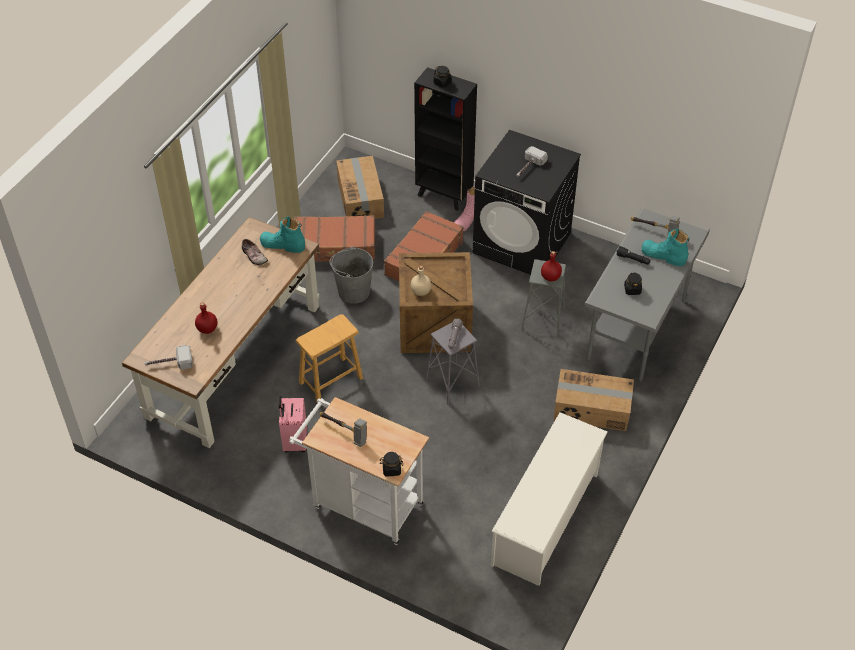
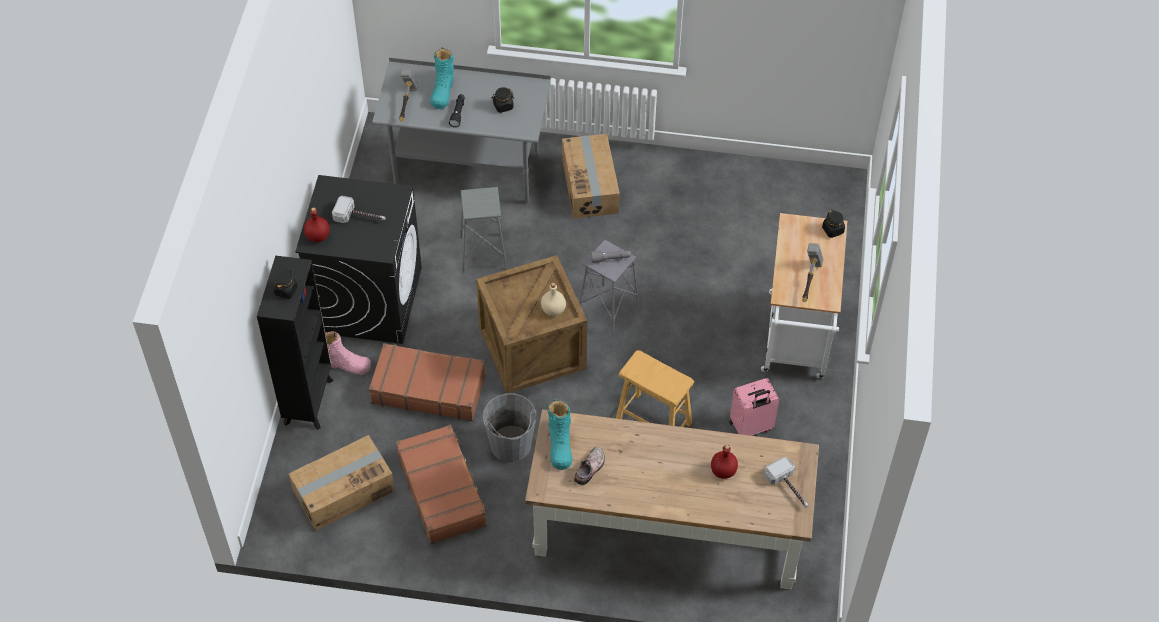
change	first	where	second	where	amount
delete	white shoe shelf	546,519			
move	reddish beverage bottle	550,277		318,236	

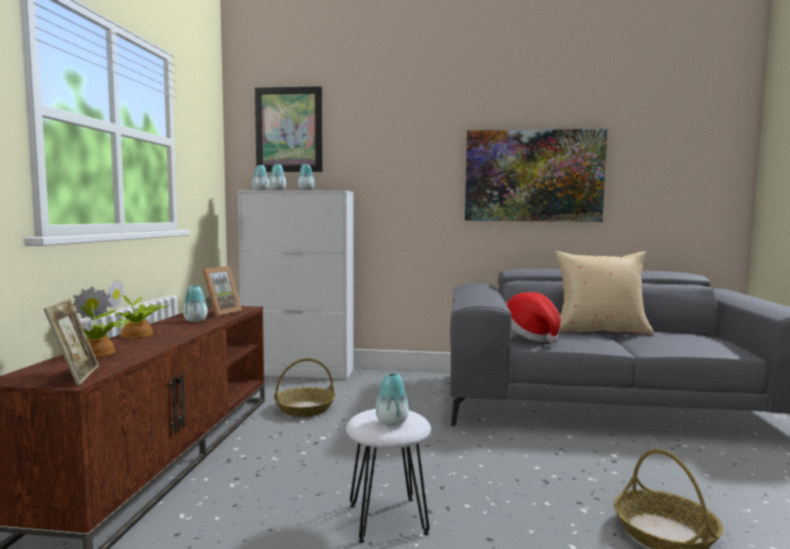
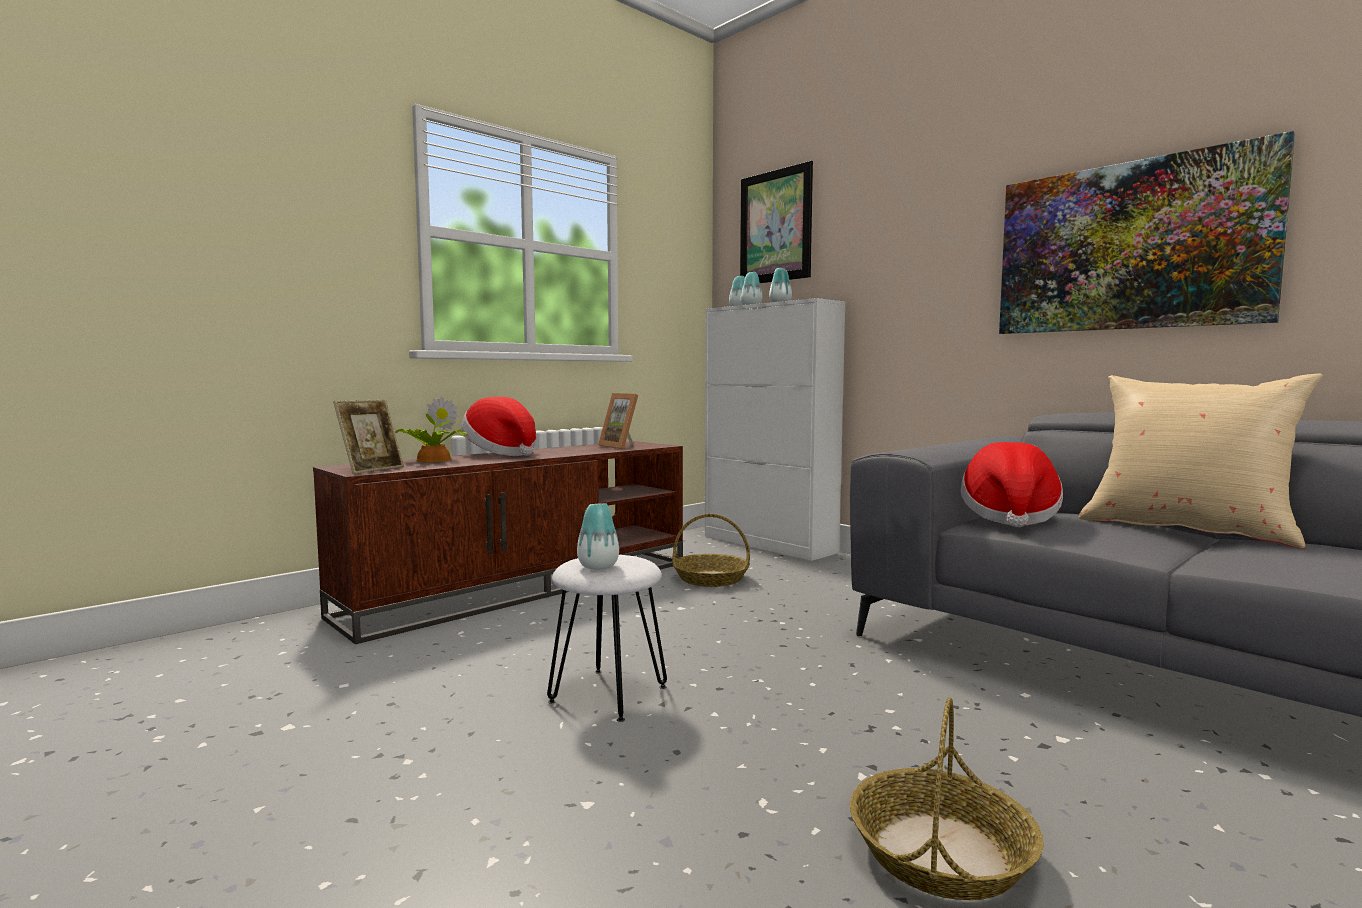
change	first	where	second	where	amount
replace	plant in a pot	138,334	hat	501,453	
delete	decorative vase	195,320			
rotate	standing frame	219,312		622,446	75 degrees clockwise

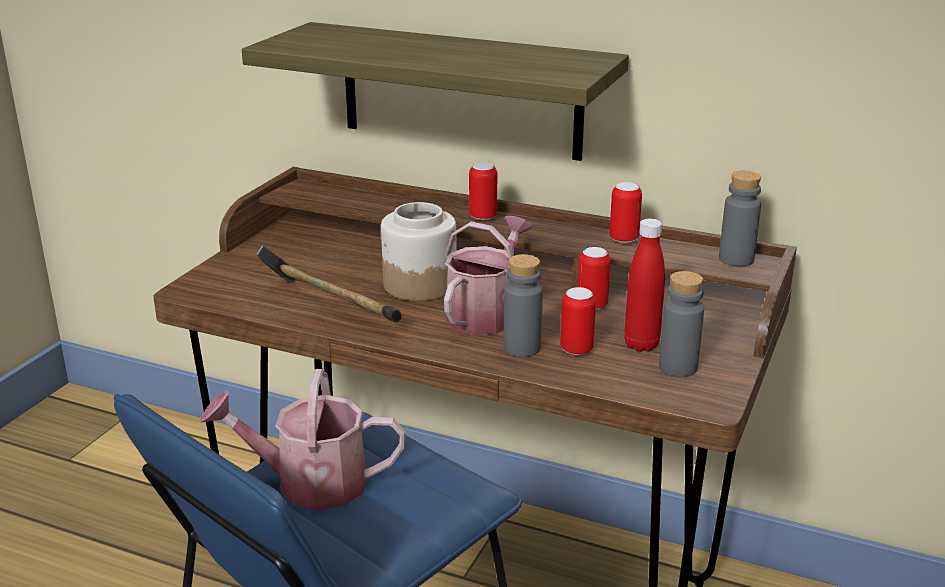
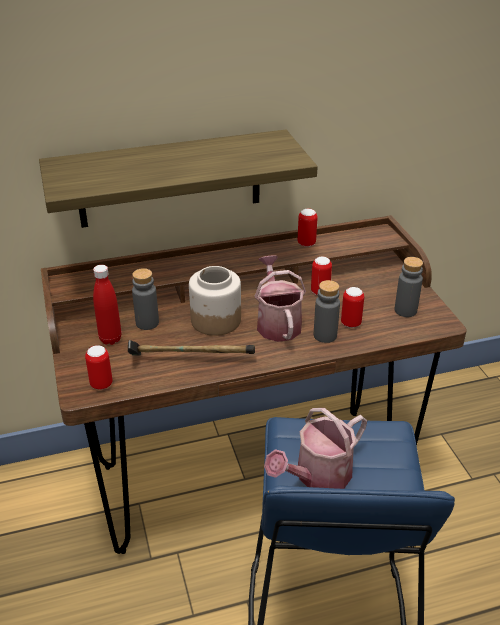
change	first	where	second	where	amount
move	sealed can	483,217		101,384	
move	reddish beverage bottle	641,345		110,339	
move	greyish beverage bottle	736,259		147,323	

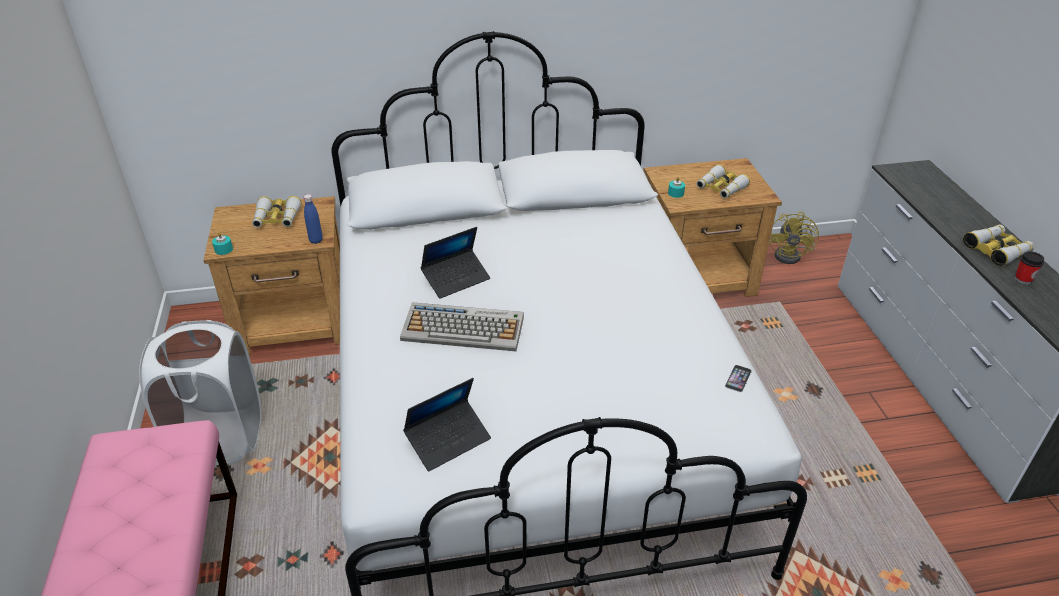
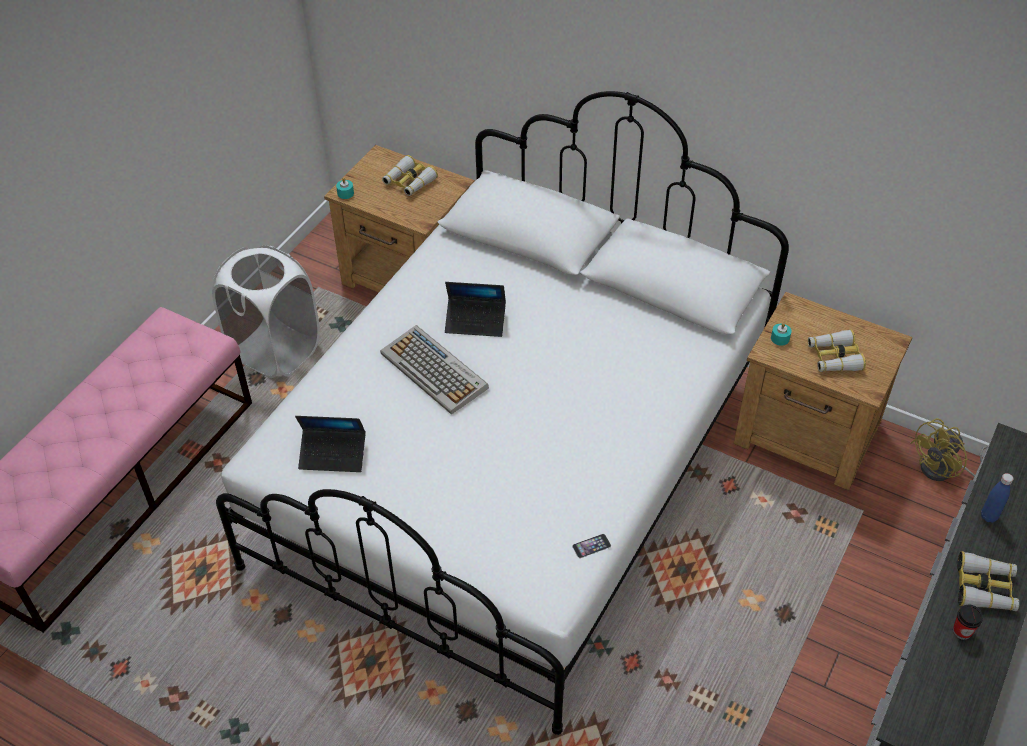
change	first	where	second	where	amount
move	blue-coloured beverage bottle	316,240		988,516	

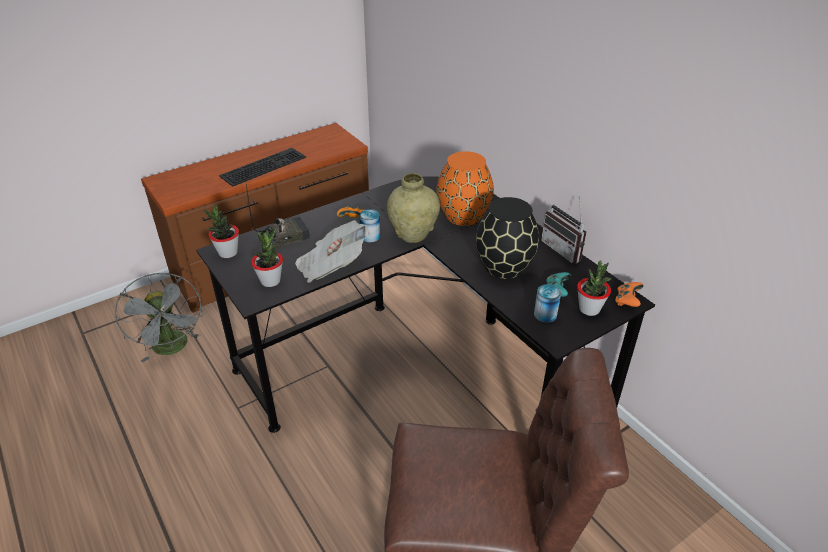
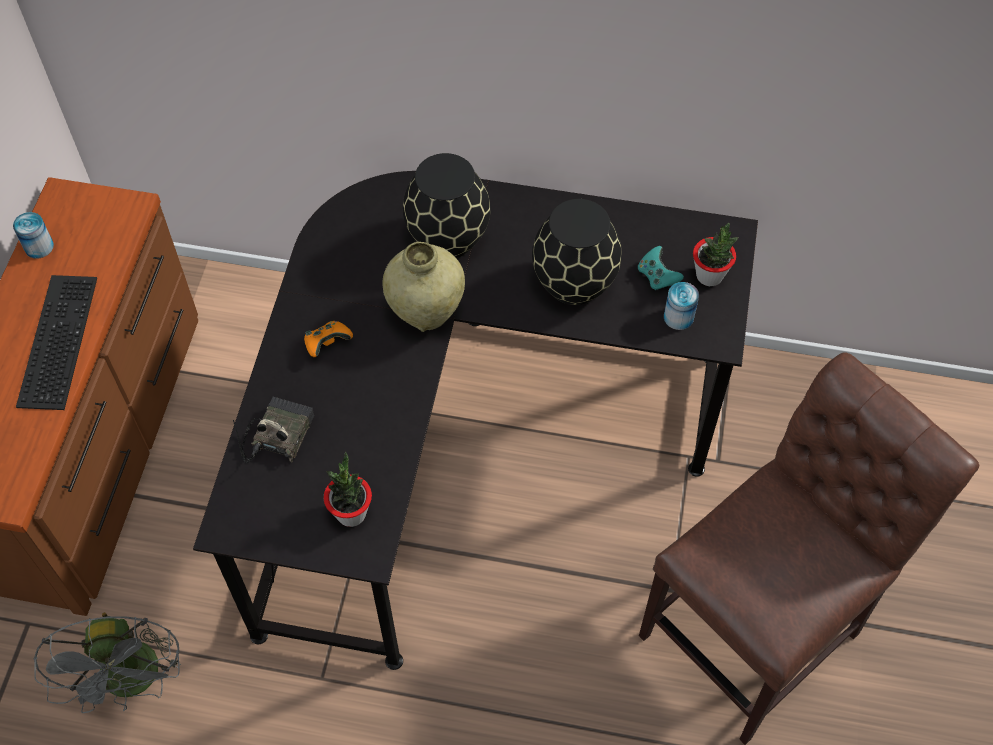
change	first	where	second	where	amount
rotate	greyish cooling fan	173,348		133,682	60 degrees clockwise
delete	plant in a pot	228,253			
delete	printed paper	332,267			
move	sealed can	370,236		39,247	
recolor	orangey decorative vase	464,216	blackish decorative vase	449,238	
delete	radio set	565,249			
delete	orangey game controller	627,301			

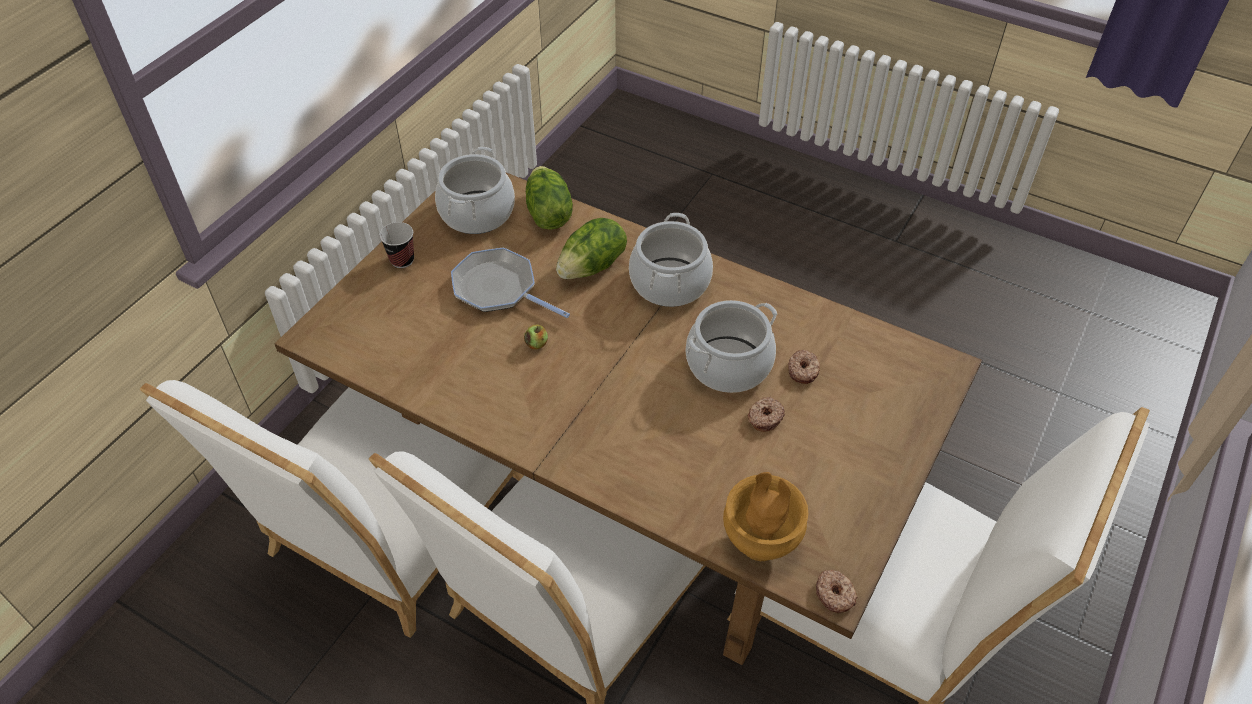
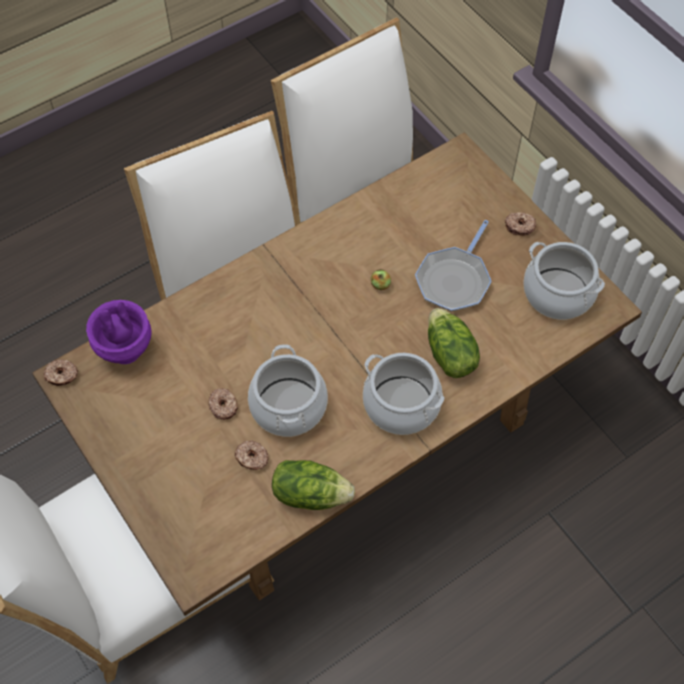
change	first	where	second	where	amount
replace	cup	402,260	ring doughnut	519,226	
rotate	skillet	499,289		454,280	150 degrees clockwise
move	head of lettuce	547,214		310,493	
recolor	brownish decorative vase	761,543	purple-coloured decorative vase	125,351	

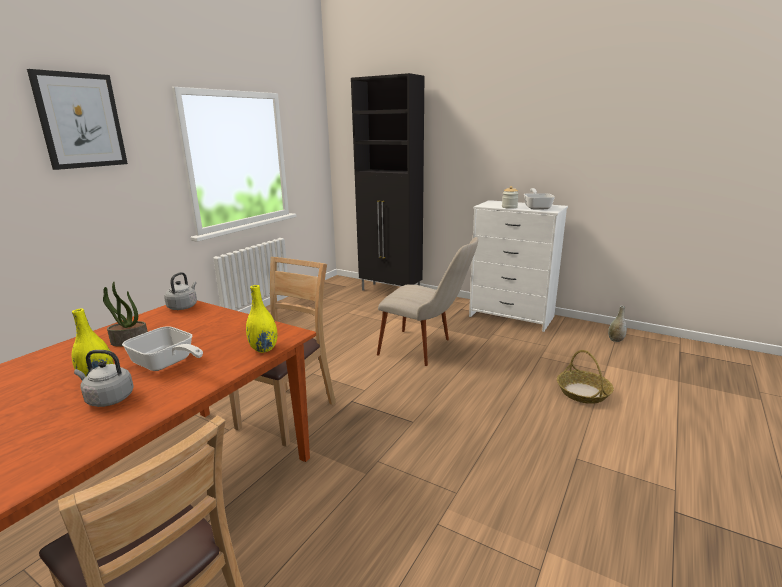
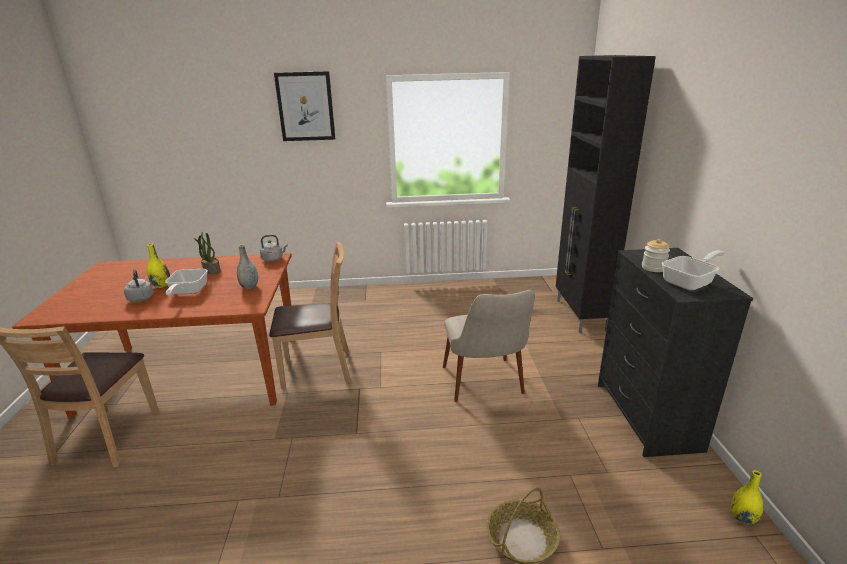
change	first	where	second	where	amount
move	yellowish decorative vase	263,349		742,518	
recolor	white chest of drawers	511,317	blackish chest of drawers	646,416	
move	greyish decorative vase	615,340		249,286	

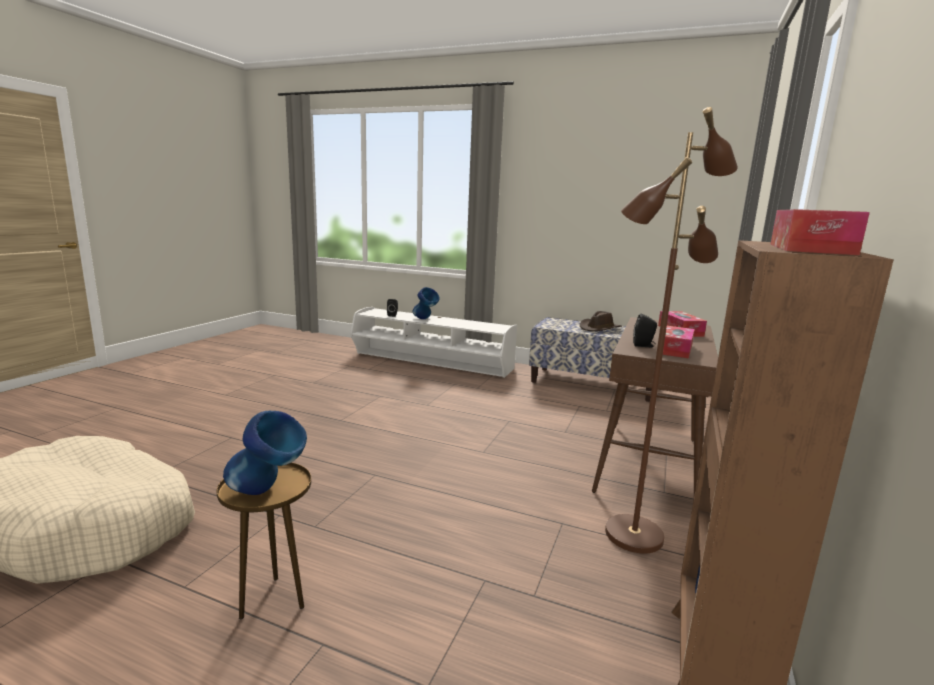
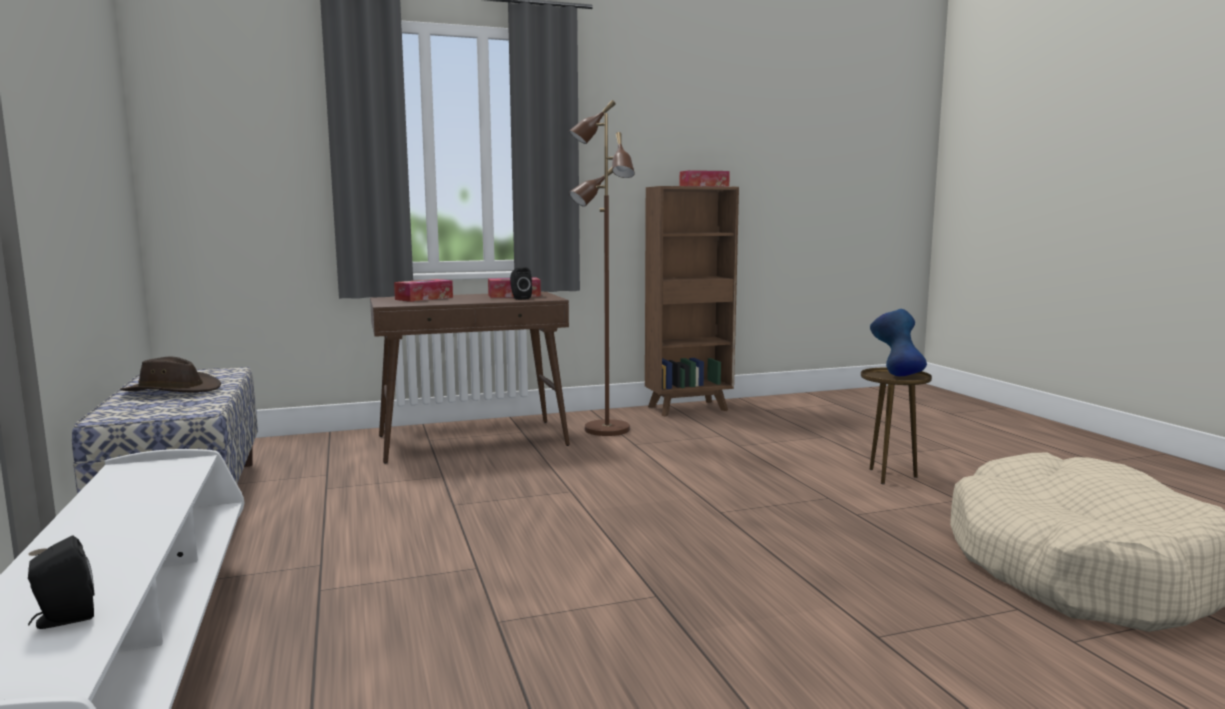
change	first	where	second	where	amount
delete	blue-coloured decorative vase	425,319			

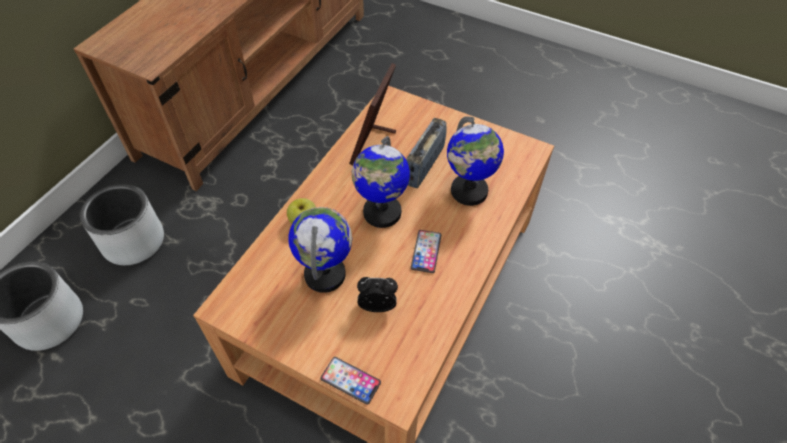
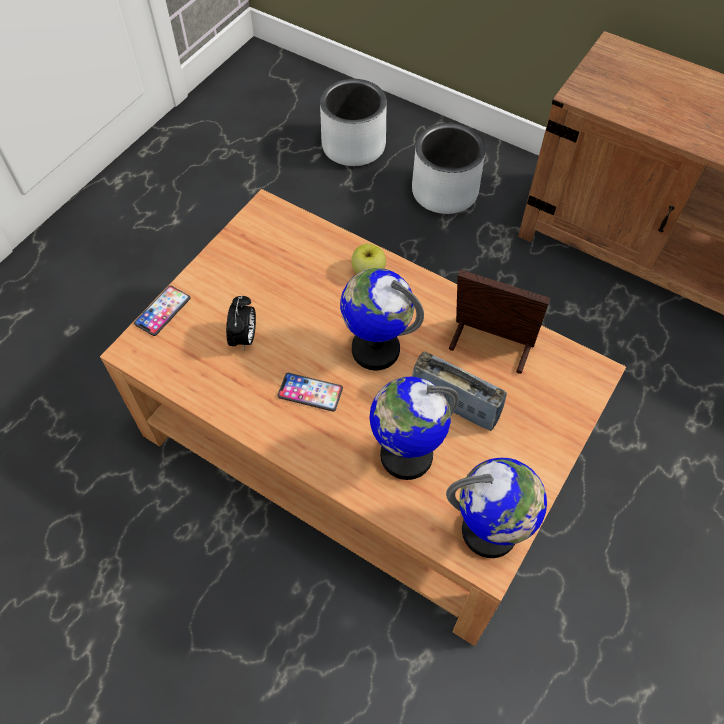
change	first	where	second	where	amount
move	globe	325,274		489,532	

